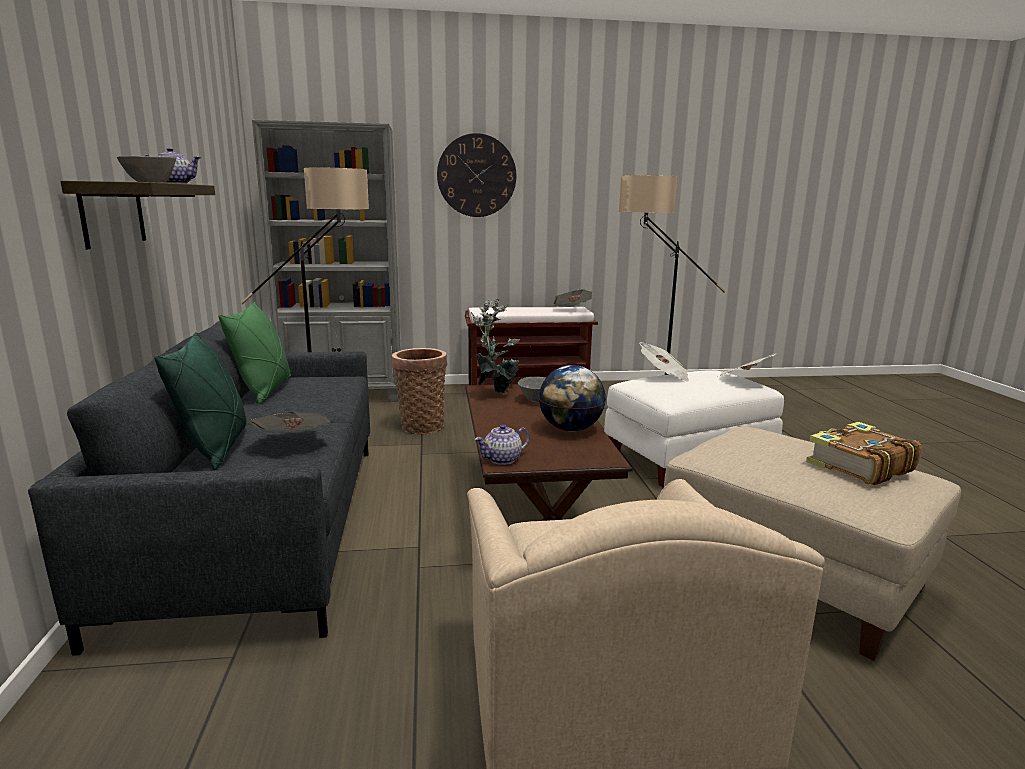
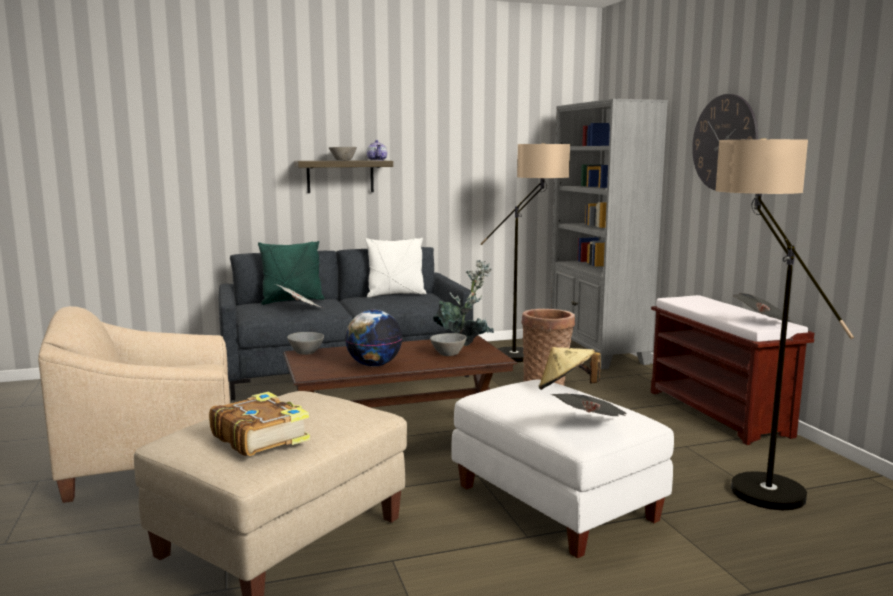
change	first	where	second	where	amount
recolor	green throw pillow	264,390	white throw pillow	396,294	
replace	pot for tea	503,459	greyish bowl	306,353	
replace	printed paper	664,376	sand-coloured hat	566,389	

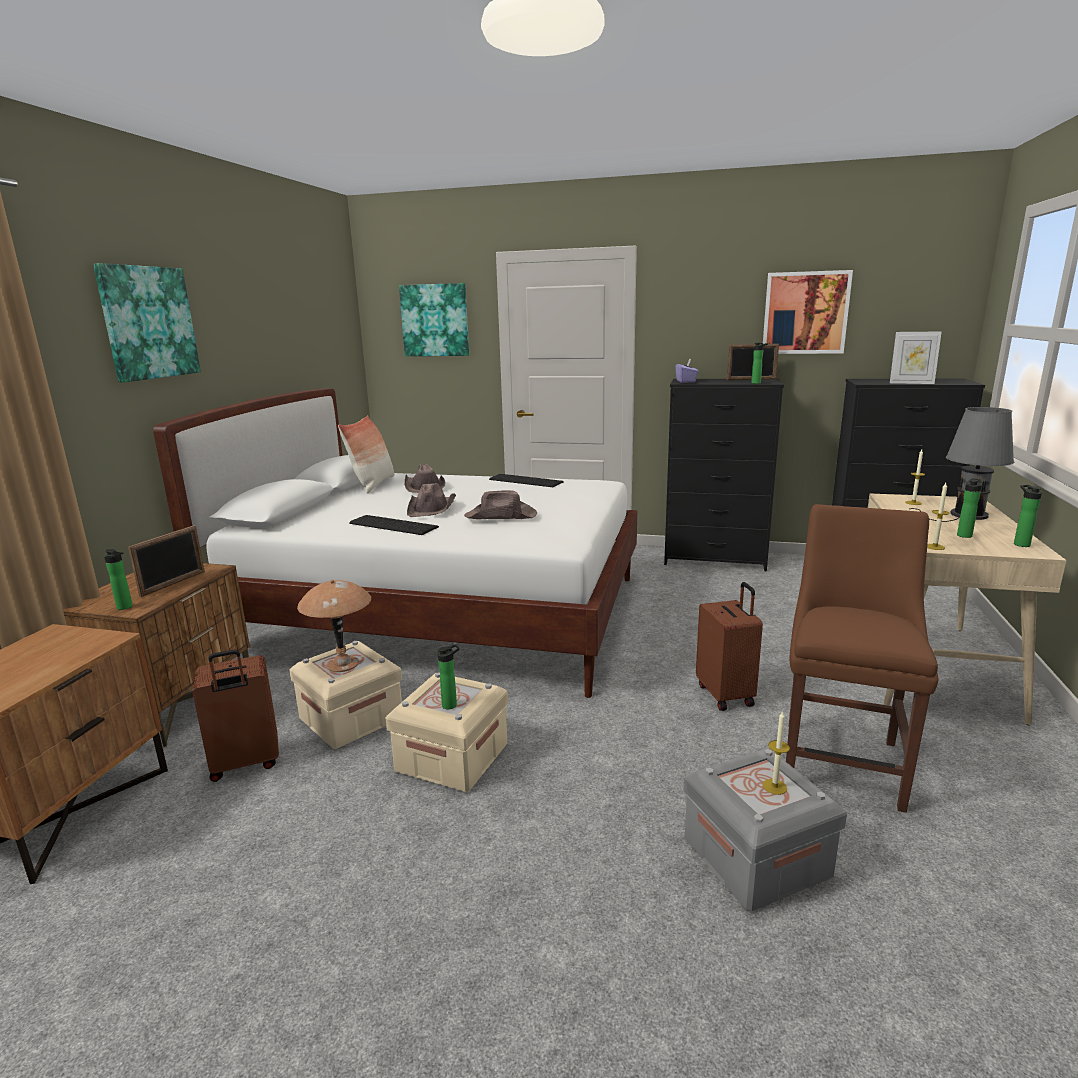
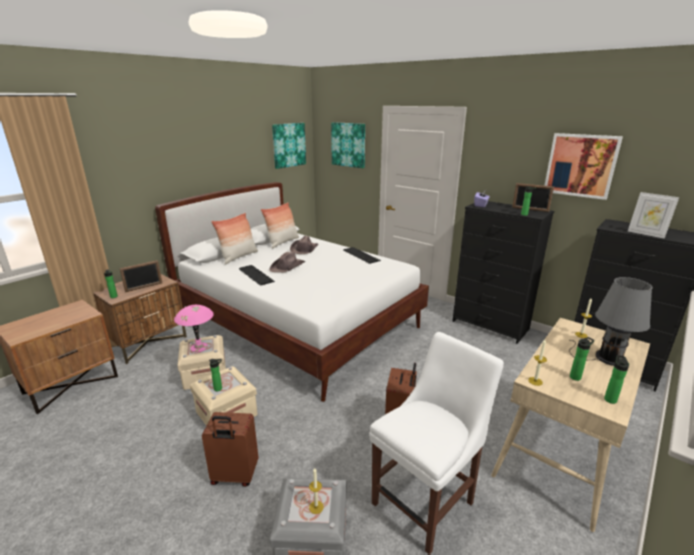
change	first	where	second	where	amount
move	picture	148,323		288,145	
move	brownish piece of luggage	245,764		234,476	
recolor	brownish table lamp	343,664	pink-coloured table lamp	199,347	
delete	brownish hat	501,516			
recolor	brownish chair	842,759	white chair	426,500	
insert			throw pillow	238,257	

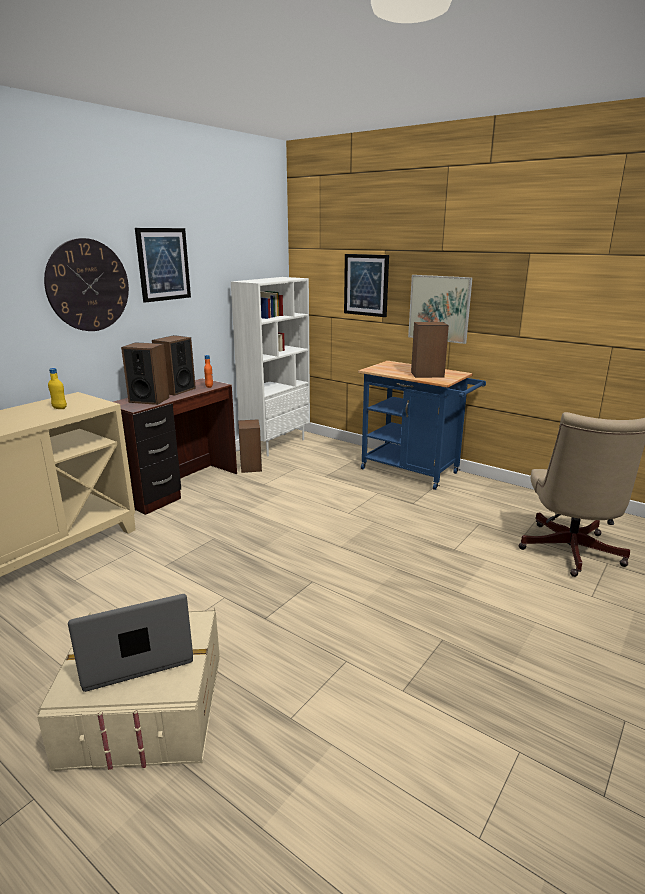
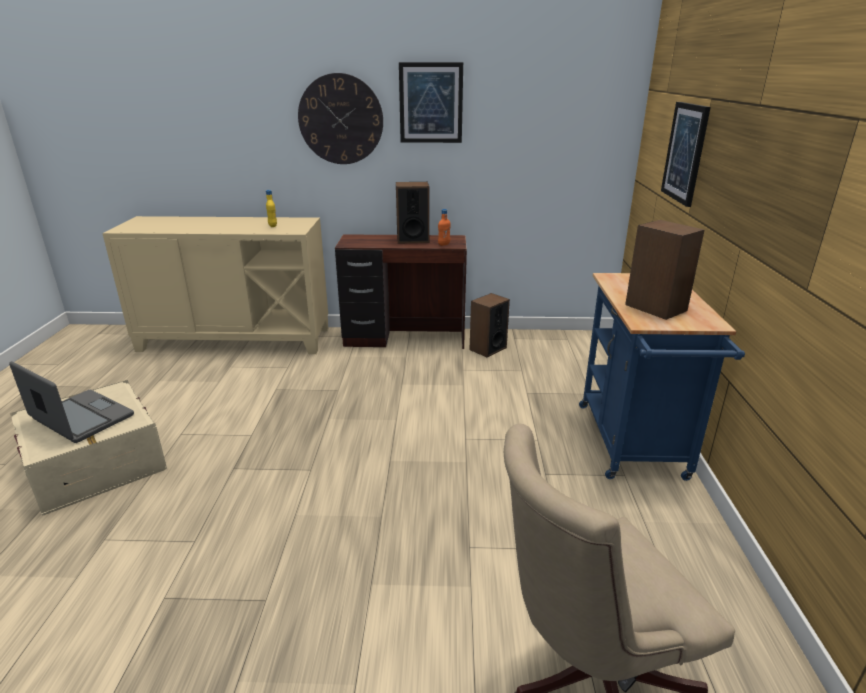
change	first	where	second	where	amount
delete	speaker	149,400			
delete	white shelving unit	276,444			
delete	picture	439,308			

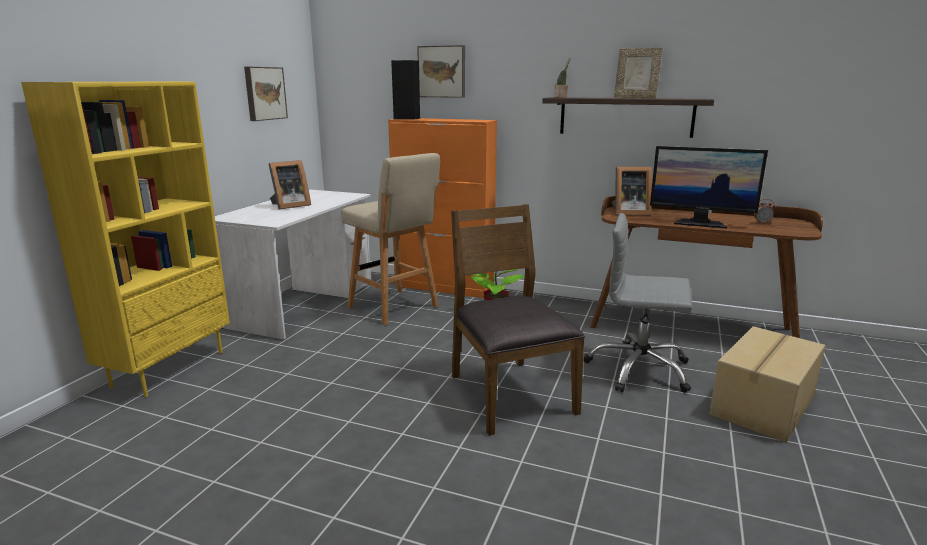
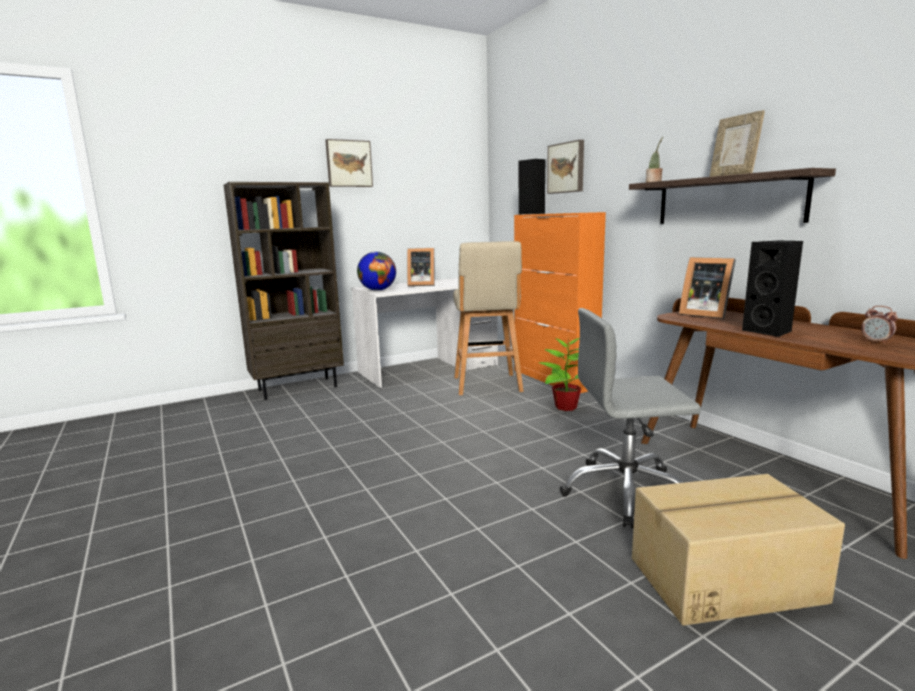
change	first	where	second	where	amount
recolor	yellowish shelving unit	169,368	brownish shelving unit	298,388	
move	picture	264,93		348,164	
delete	brownish chair	509,394			
rotate	greyish computer chair	639,369		626,492	60 degrees counterclockwise
replace	computer display	699,223	blackish speaker	769,331	
insert			globe	378,290	

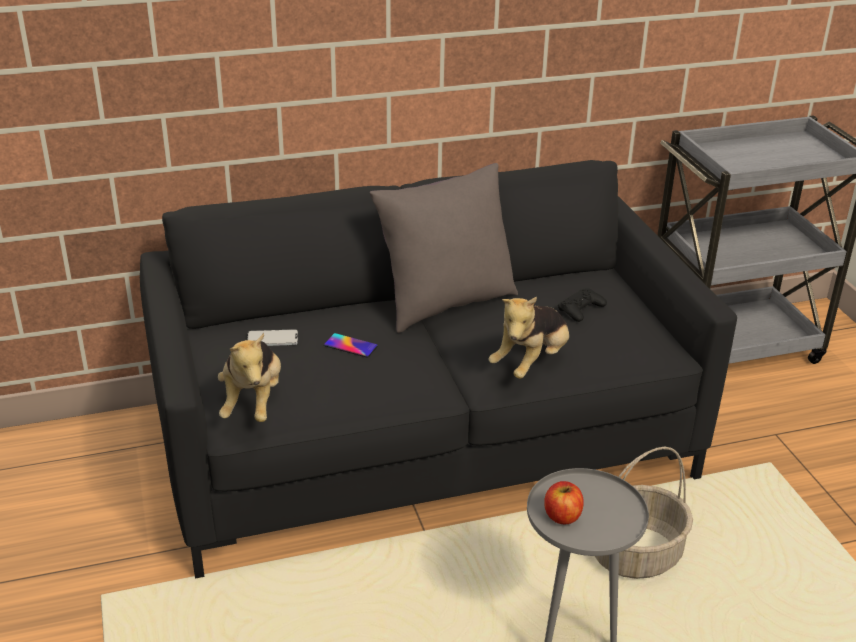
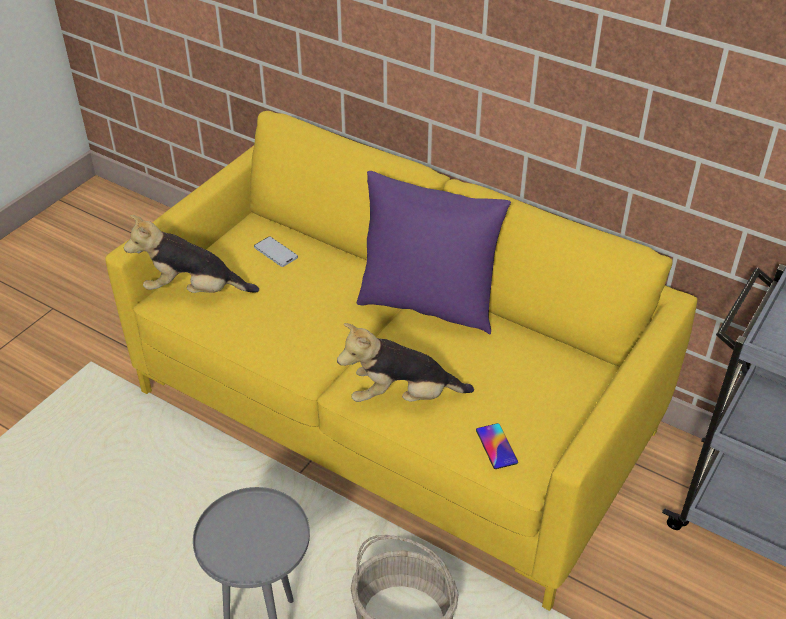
change	first	where	second	where	amount
recolor	blackish couch	425,445	yellowish couch	393,413	
rotate	soft toy	253,402		194,291	45 degrees clockwise
move	handset	350,346		496,446	
recolor	greyish throw pillow	445,304	purple-coloured throw pillow	427,304	
delete	apple	562,516			
delete	blackish game controller	581,309			

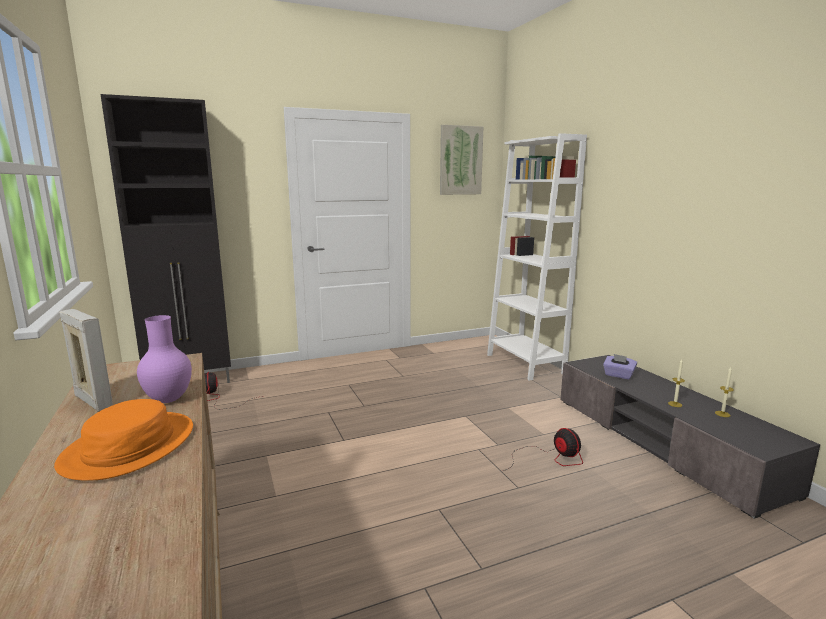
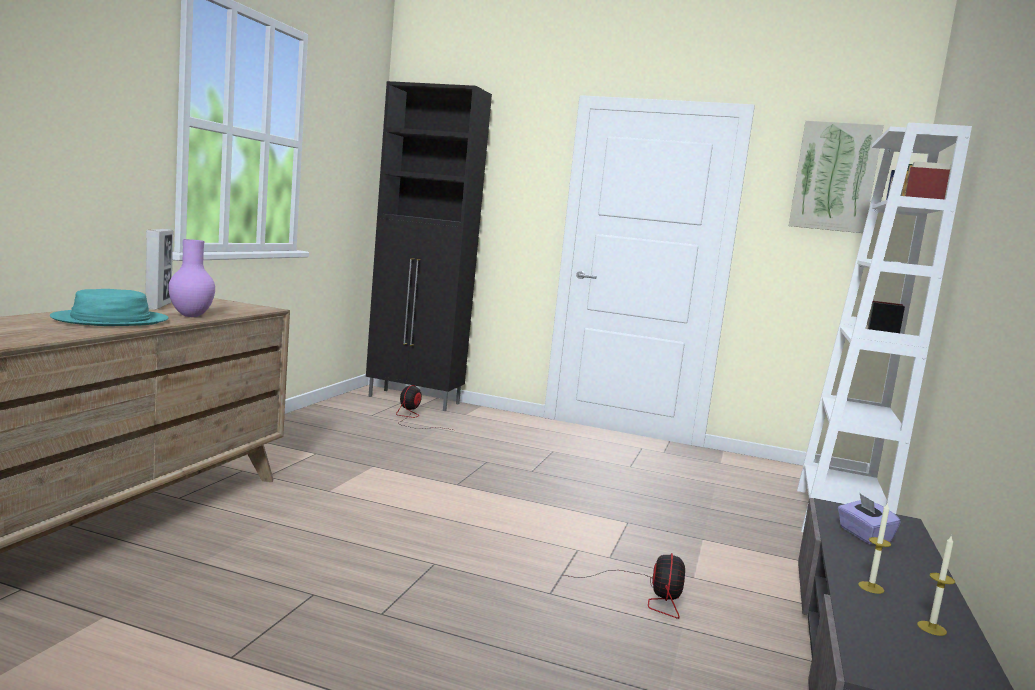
change	first	where	second	where	amount
recolor	orangey hat	130,446	turquoise-coloured hat	111,320	

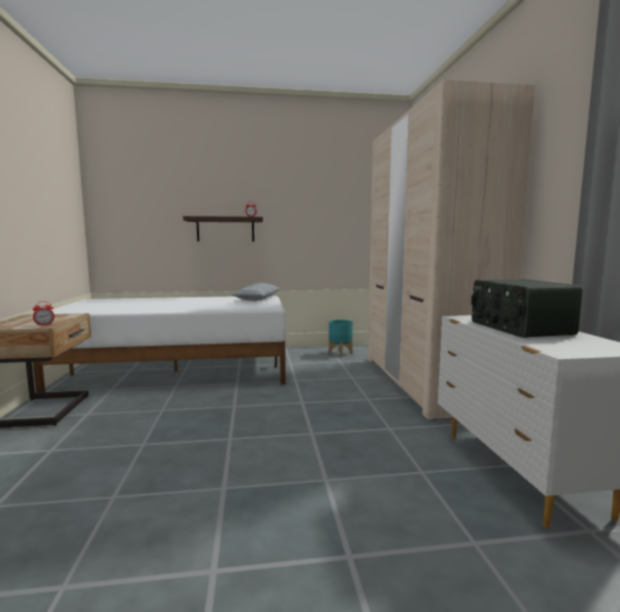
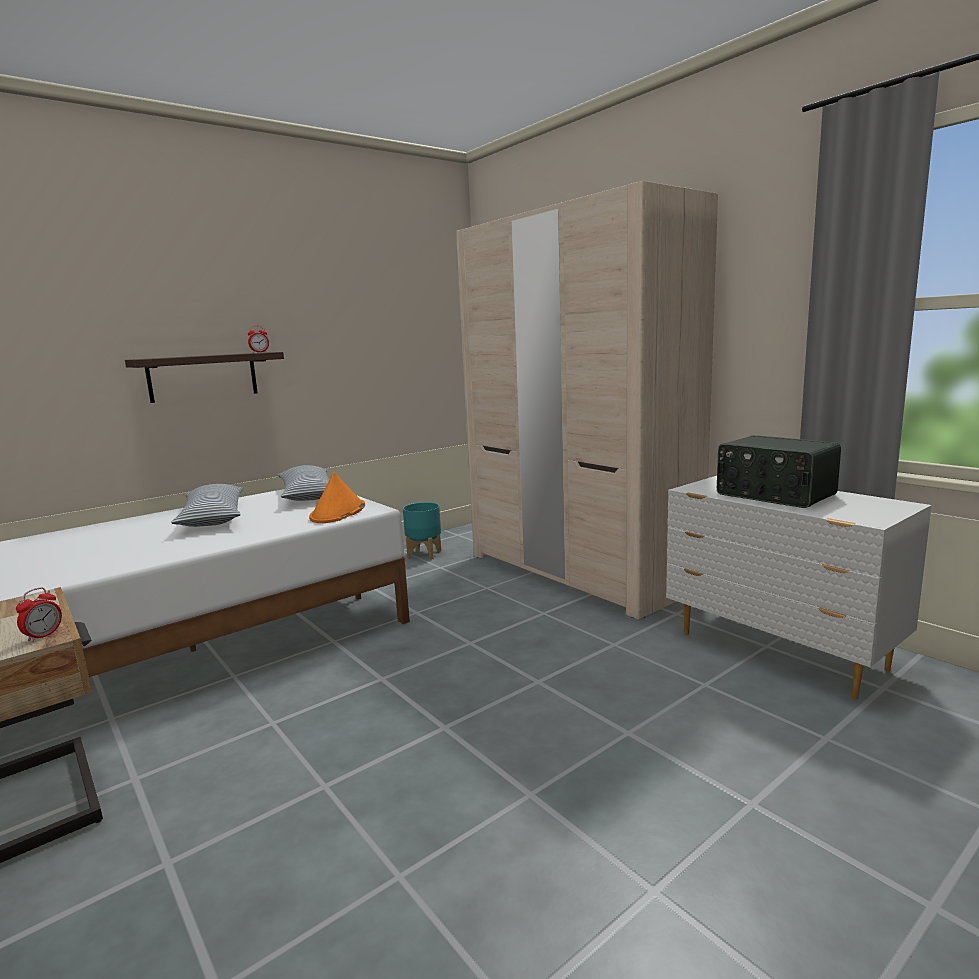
change	first	where	second	where	amount
insert			throw pillow	213,517	
insert			orangey hat	338,513	

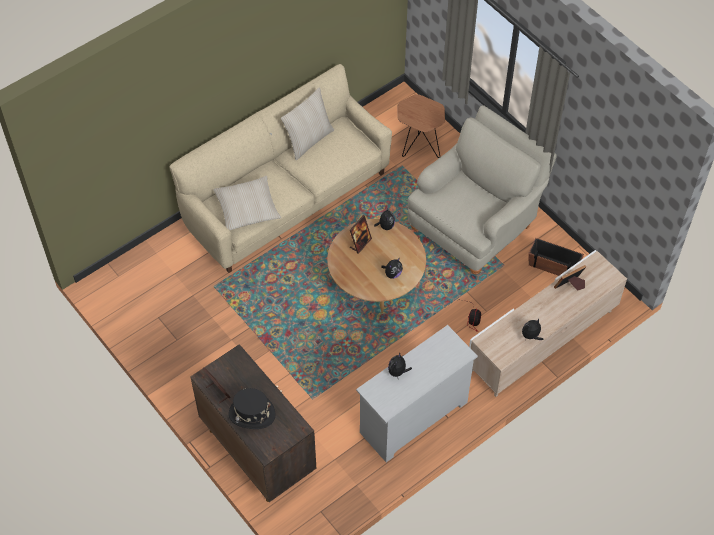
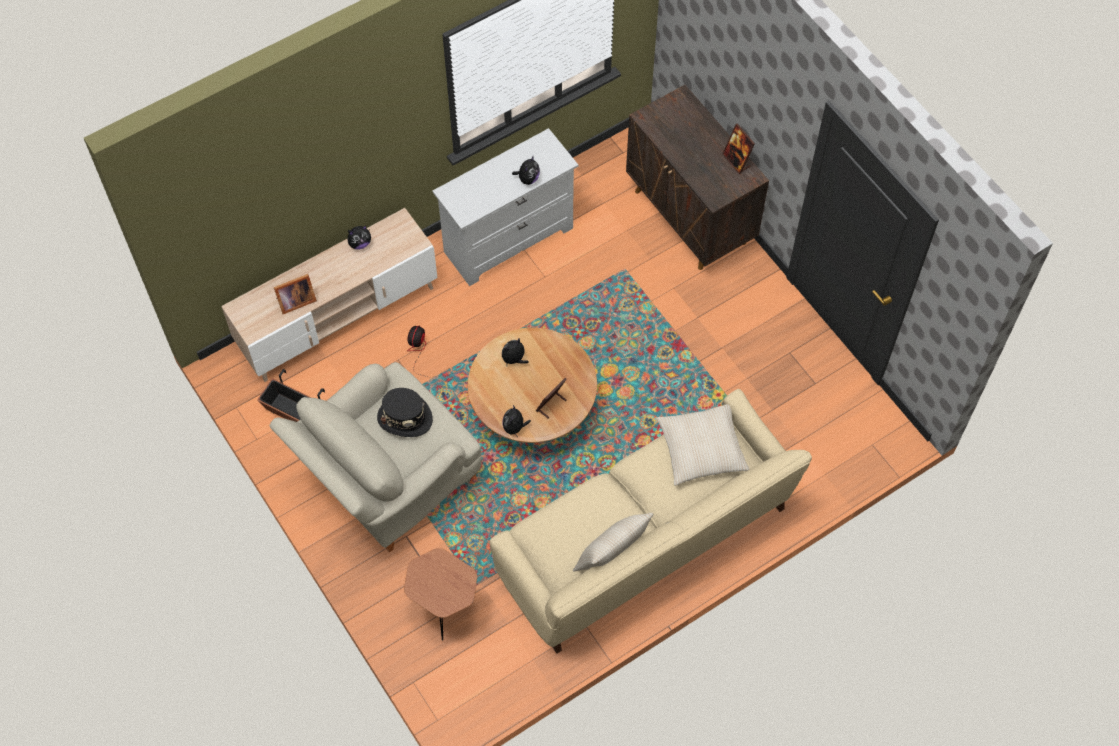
change	first	where	second	where	amount
move	blackish hat	252,414		405,418	

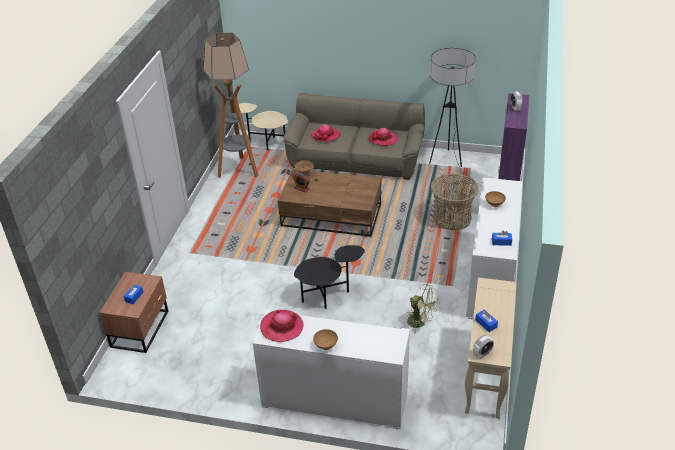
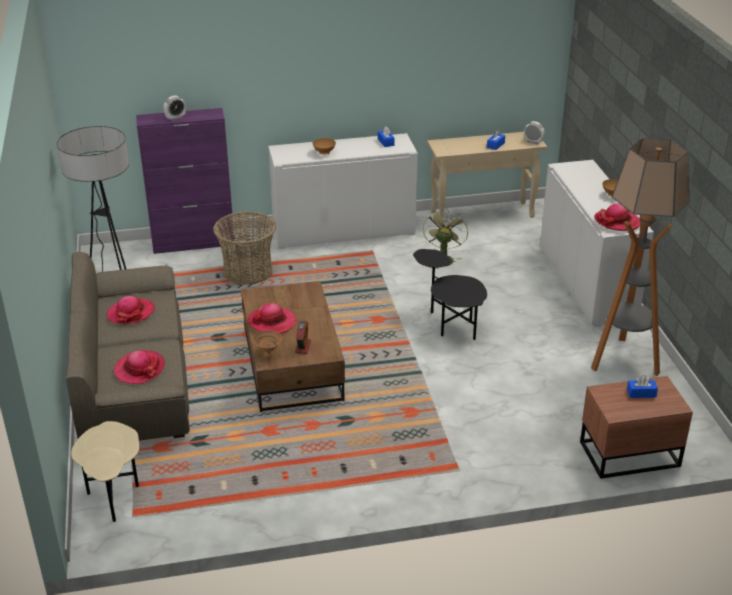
change	first	where	second	where	amount
move	standing lamp	239,170		624,360	
insert			hat	272,322	

